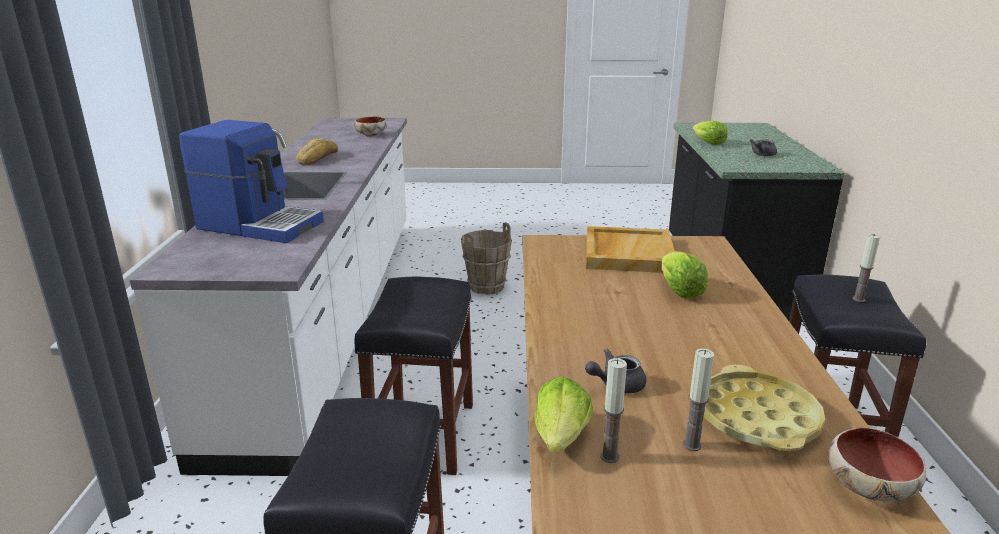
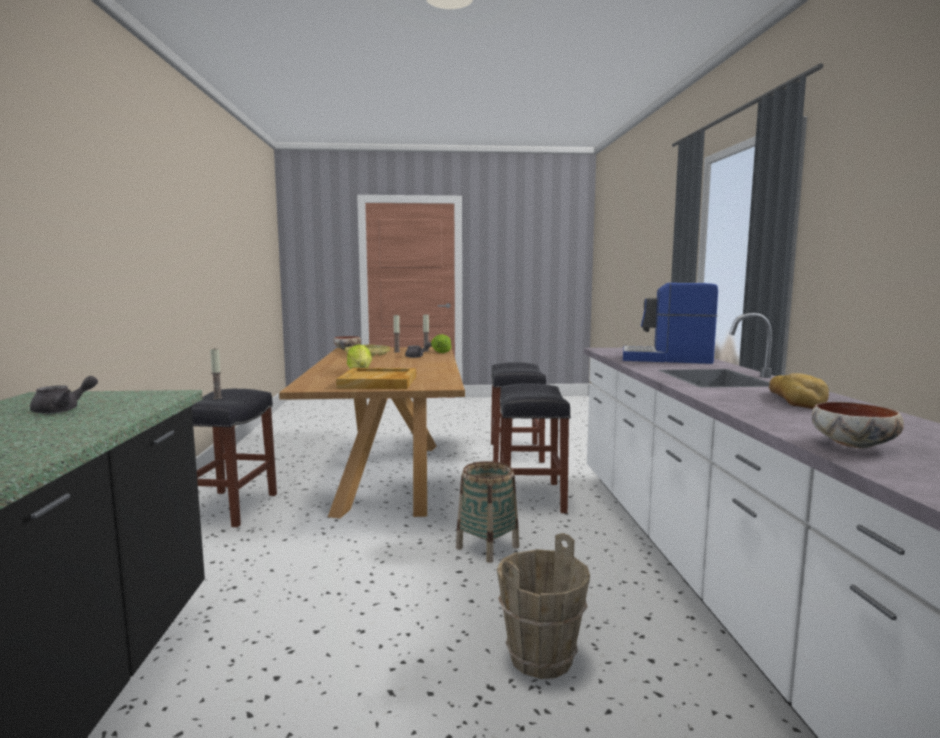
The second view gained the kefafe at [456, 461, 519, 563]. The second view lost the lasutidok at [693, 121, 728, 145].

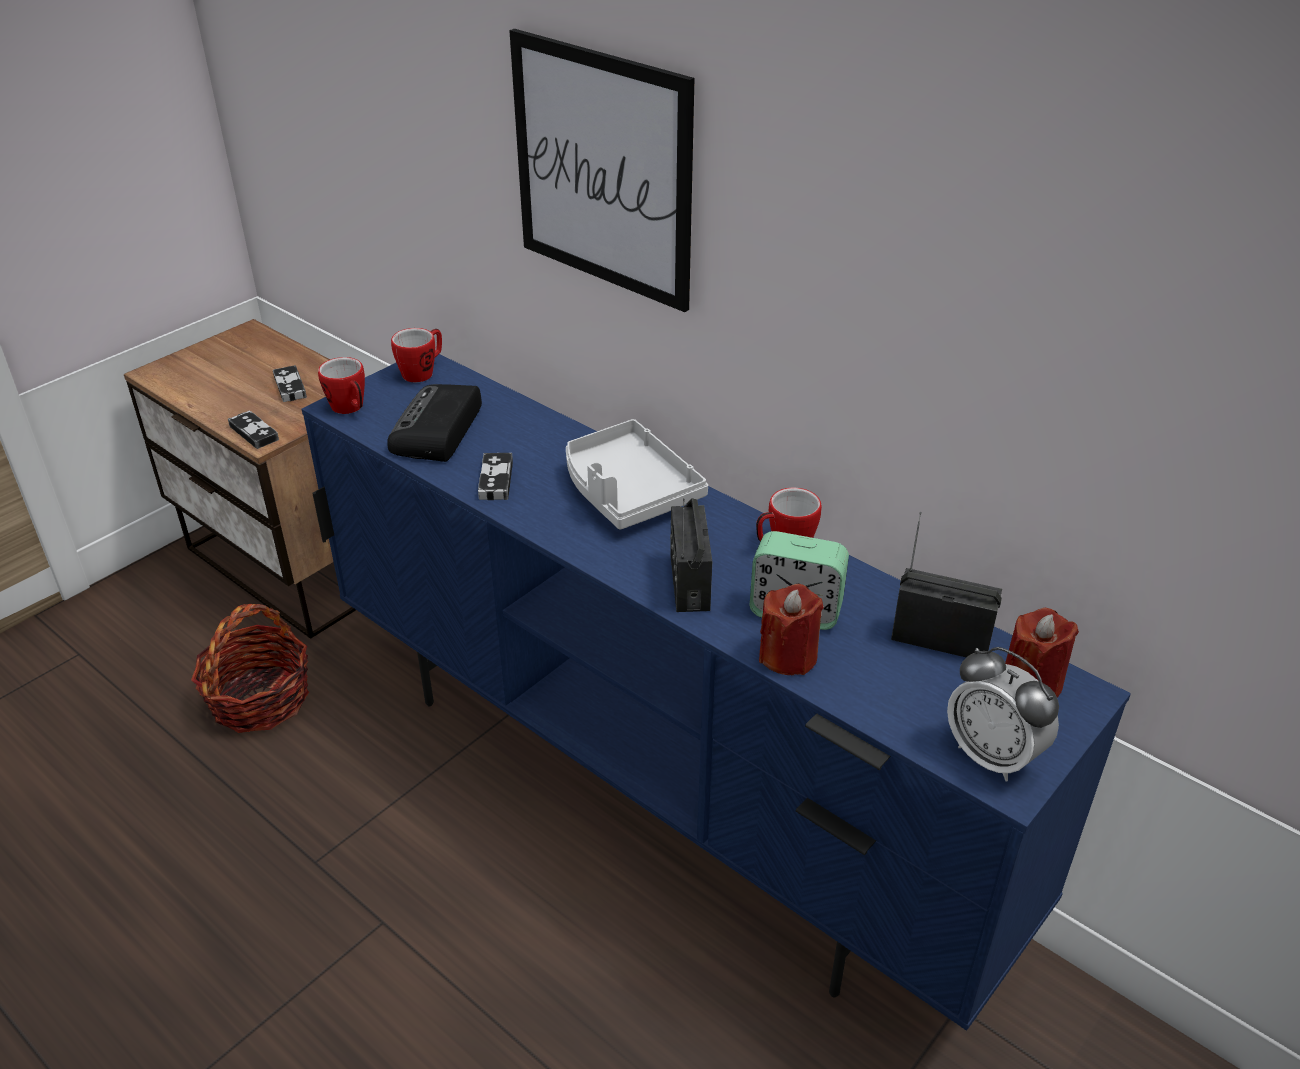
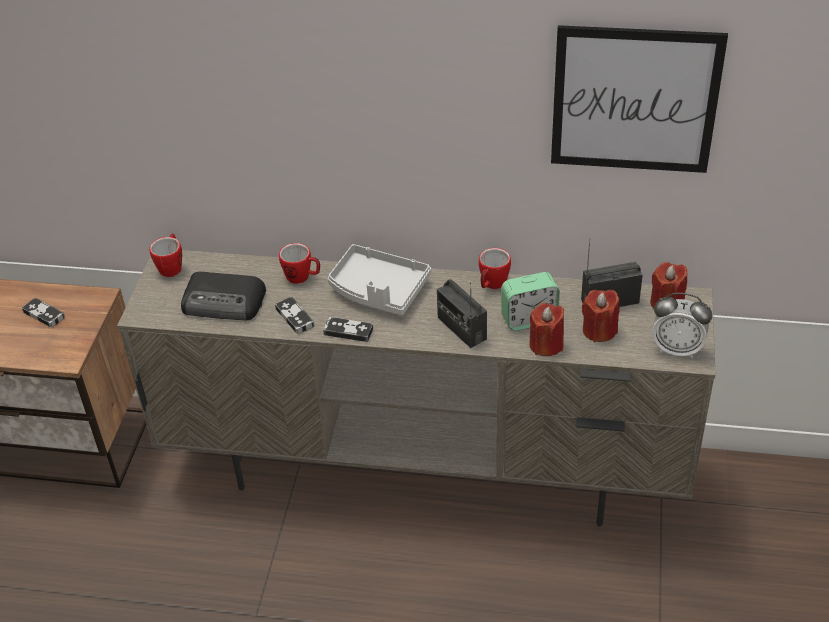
What was the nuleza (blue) at [301, 354, 1131, 1031] turned into the nuleza (beige) at [117, 250, 715, 527]. The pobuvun at [387, 384, 482, 462] ended up facing another way, 60 degrees counterclockwise from before. The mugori ended up elsewhere, having gone from [318, 357, 365, 414] to [279, 243, 320, 284]. The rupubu ended up elsewhere, having gone from [228, 411, 279, 449] to [323, 317, 373, 342]. The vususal ended up elsewhere, having gone from [509, 29, 695, 312] to [551, 25, 728, 173]. The second view gained the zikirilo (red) at [582, 290, 620, 342]. The second view lost the kefafe at [191, 604, 309, 733].

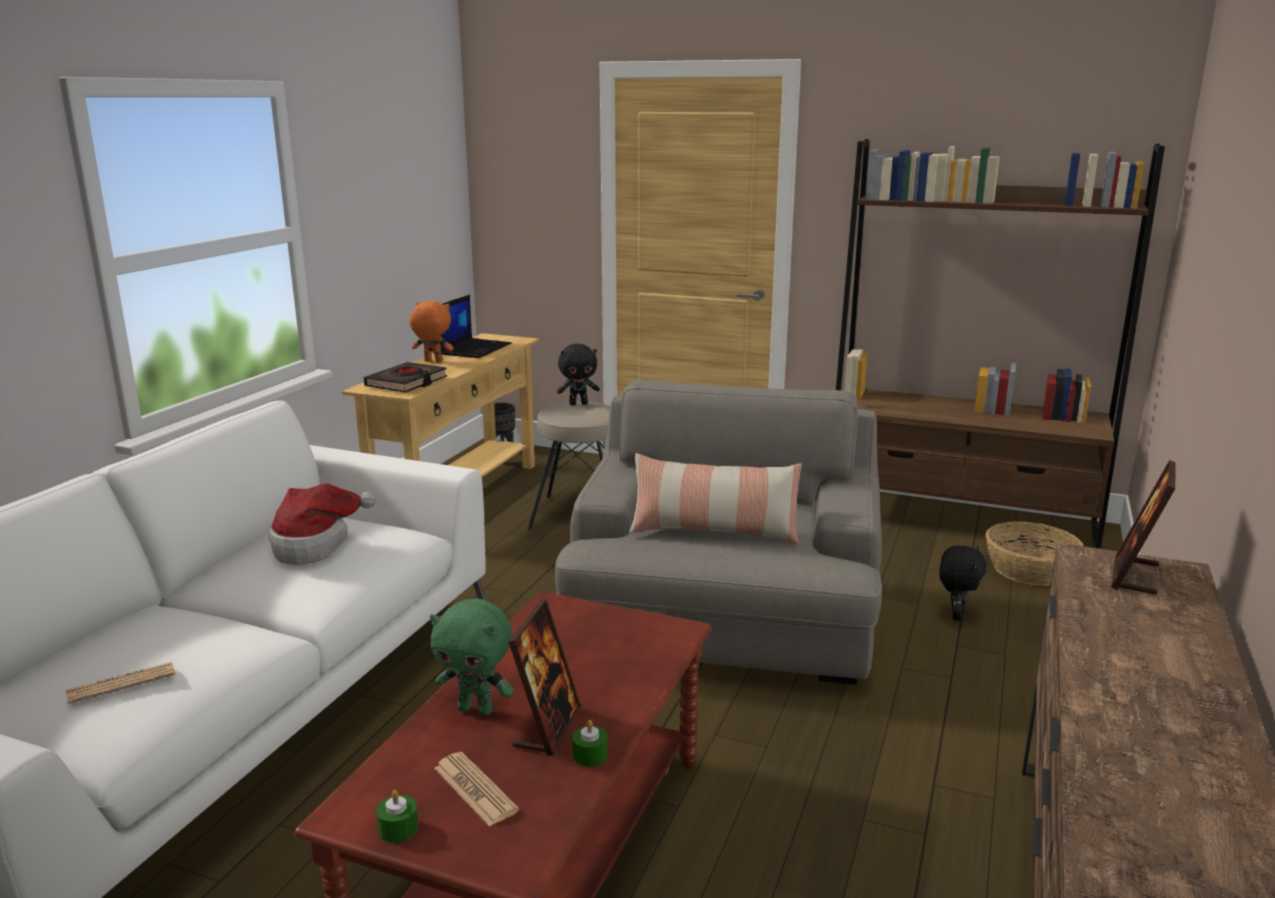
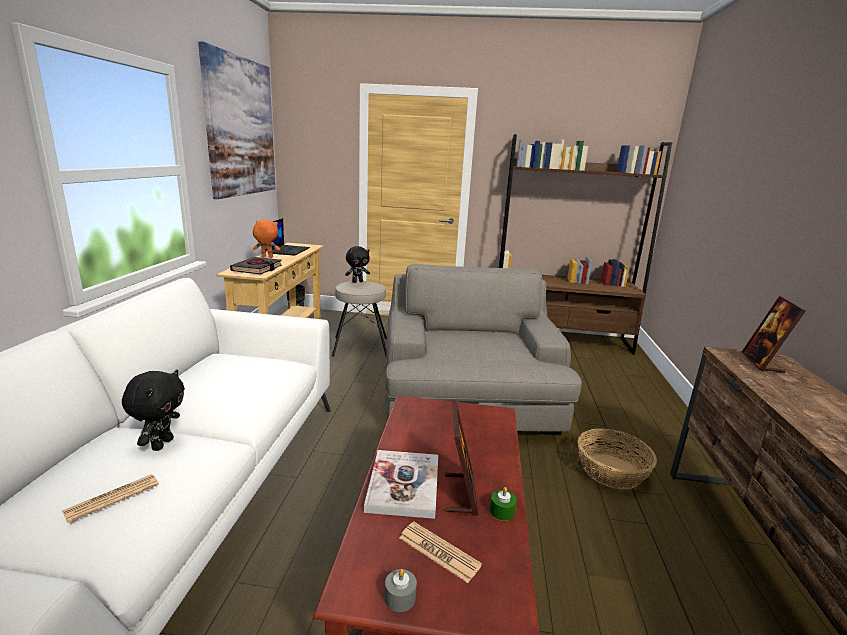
The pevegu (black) ended up elsewhere, having gone from [939, 545, 986, 621] to [122, 370, 185, 451]. The second view gained the vususal at [198, 41, 276, 199]. Where the pevegu (green) stood at [430, 599, 514, 716], the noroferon came to stand at [364, 450, 438, 519]. What was the zikirilo (green) at [376, 790, 418, 843] turned into the zikirilo (grey) at [385, 569, 417, 612]. The kefafe ended up elsewhere, having gone from [985, 521, 1084, 586] to [578, 428, 657, 489]. The second view lost the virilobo at [268, 483, 376, 565]. The second view lost the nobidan at [629, 453, 802, 544].

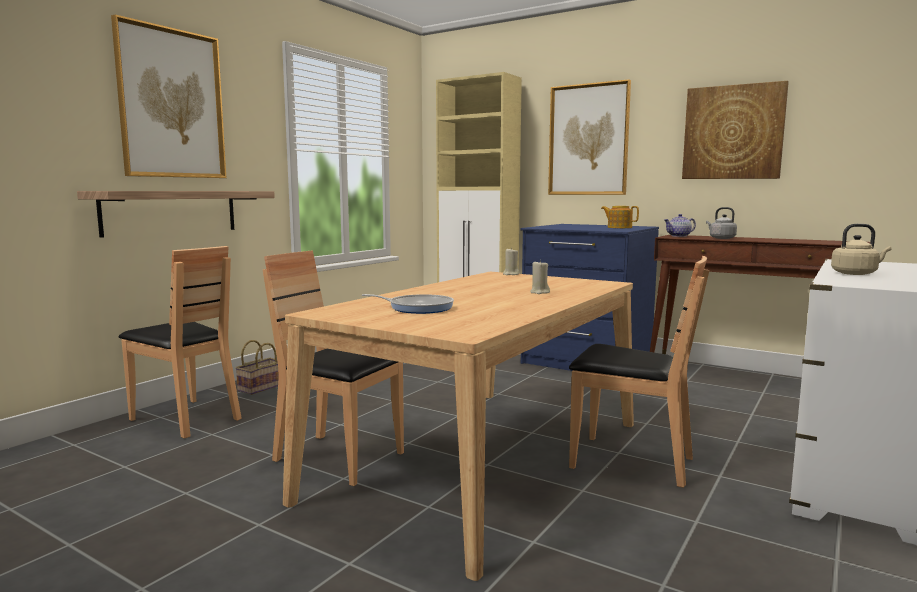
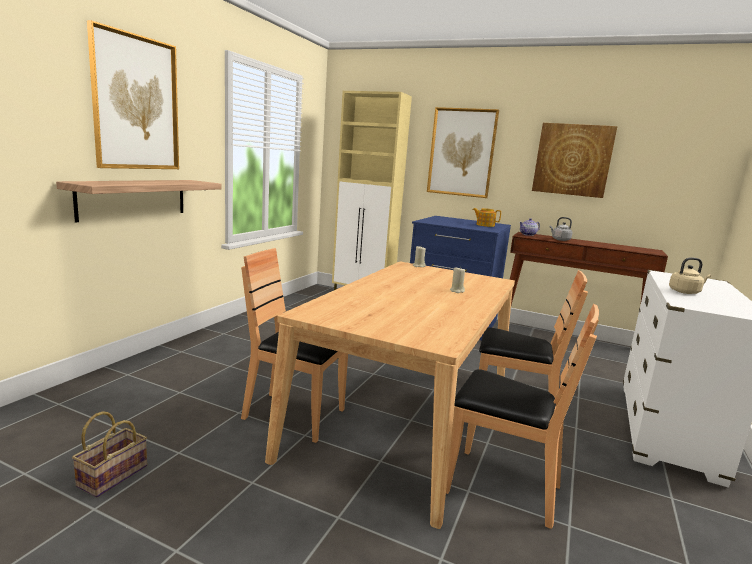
The kefafe ended up elsewhere, having gone from [235, 340, 279, 395] to [72, 411, 147, 497]. The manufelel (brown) ended up elsewhere, having gone from [119, 246, 242, 439] to [446, 304, 599, 529]. The second view lost the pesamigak at [362, 294, 454, 314].

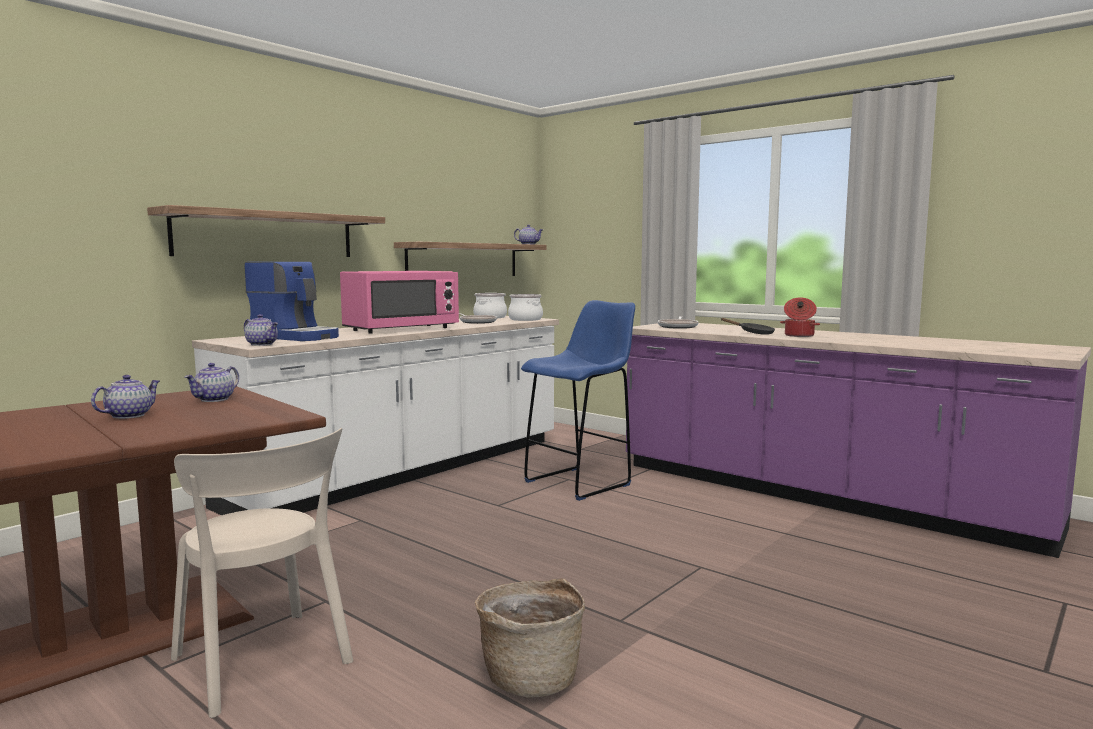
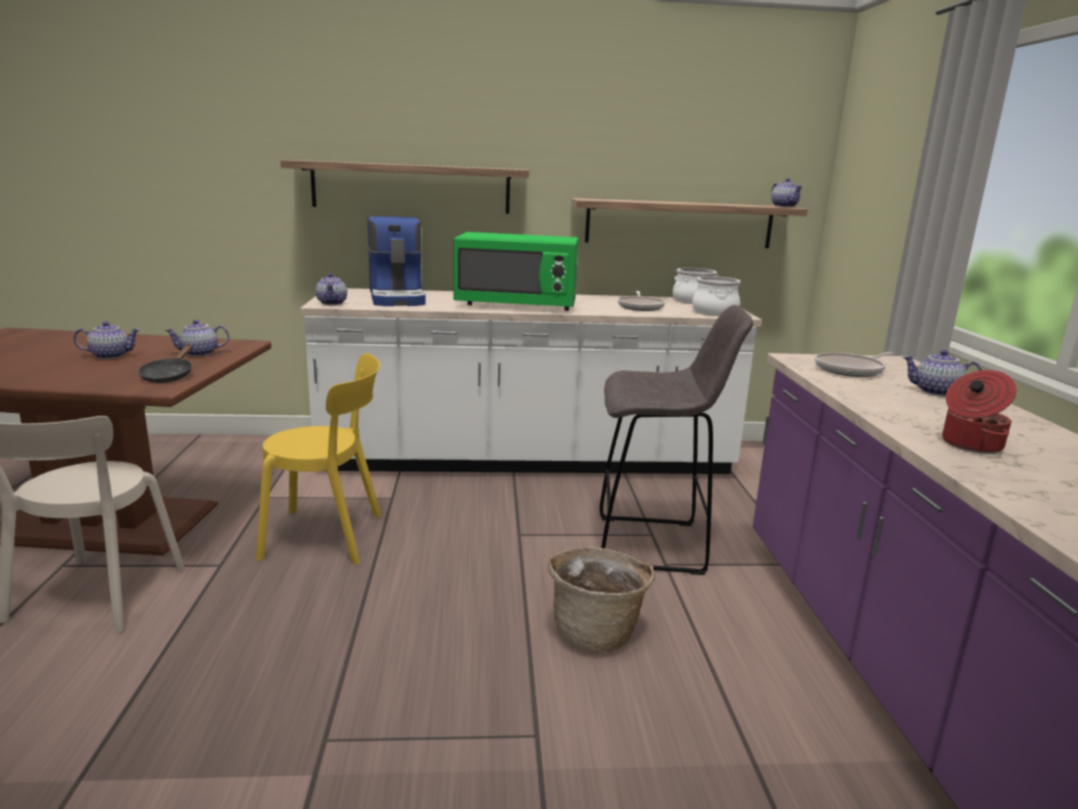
The pesamigak (black) ended up elsewhere, having gone from [721, 318, 775, 335] to [138, 345, 192, 383]. The second view gained the manufelel (yellow) at [256, 353, 382, 565]. What was the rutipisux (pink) at [340, 271, 459, 334] turned into the rutipisux (green) at [453, 232, 578, 311]. The kefafe ended up elsewhere, having gone from [475, 578, 585, 698] to [547, 547, 654, 652]. What was the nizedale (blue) at [521, 300, 635, 501] turned into the nizedale (grey) at [600, 305, 753, 575]. The second view gained the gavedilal at [903, 350, 982, 396].

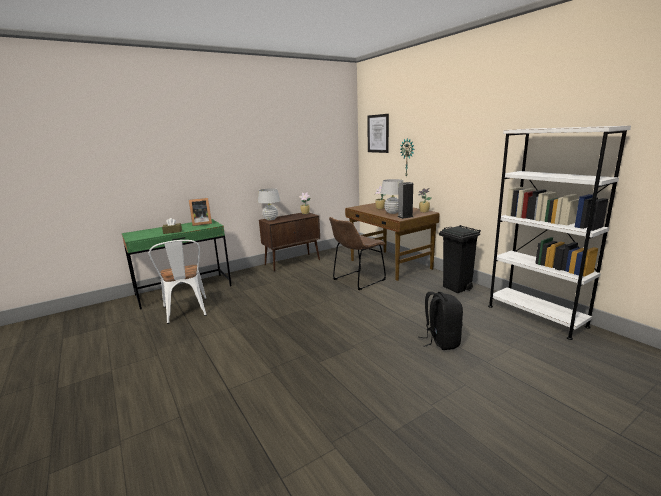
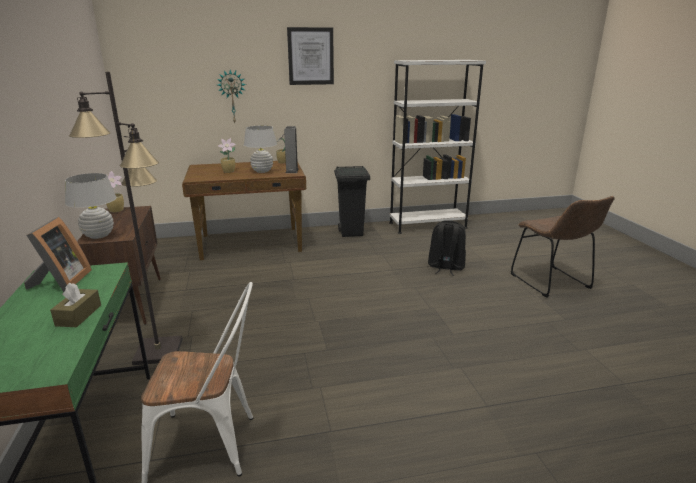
The second view gained the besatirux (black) at [69, 72, 183, 365]. The vususal ended up elsewhere, having gone from [367, 114, 389, 153] to [287, 27, 334, 85]. The manufelel (brown) ended up elsewhere, having gone from [329, 217, 386, 290] to [511, 196, 615, 298].

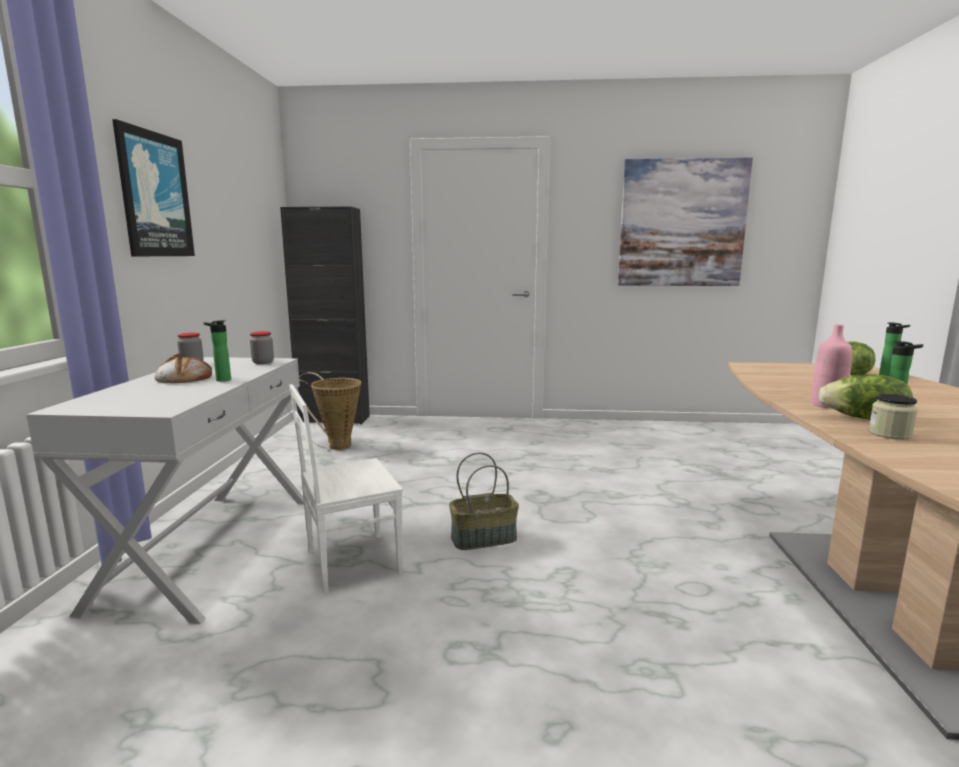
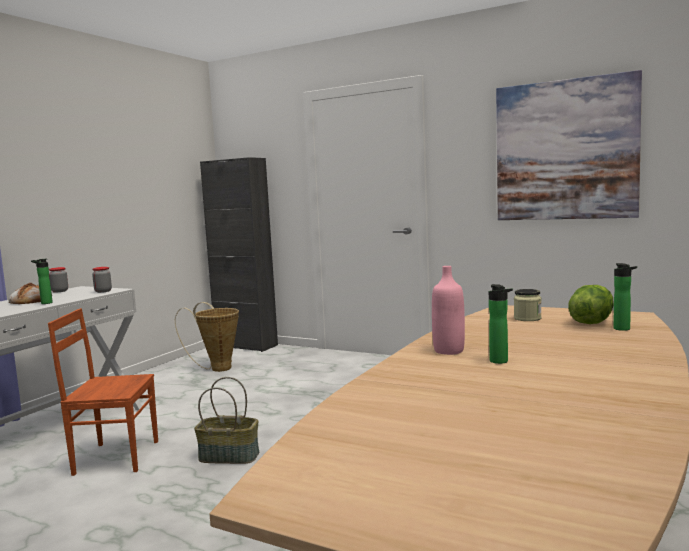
What was the manufelel (white) at [289, 384, 403, 594] turned into the manufelel (brown) at [48, 308, 158, 476]. The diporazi ended up elsewhere, having gone from [868, 393, 918, 440] to [514, 289, 542, 321]. The second view lost the vususal at [112, 119, 195, 256]. The second view lost the lasutidok at [819, 375, 913, 420].

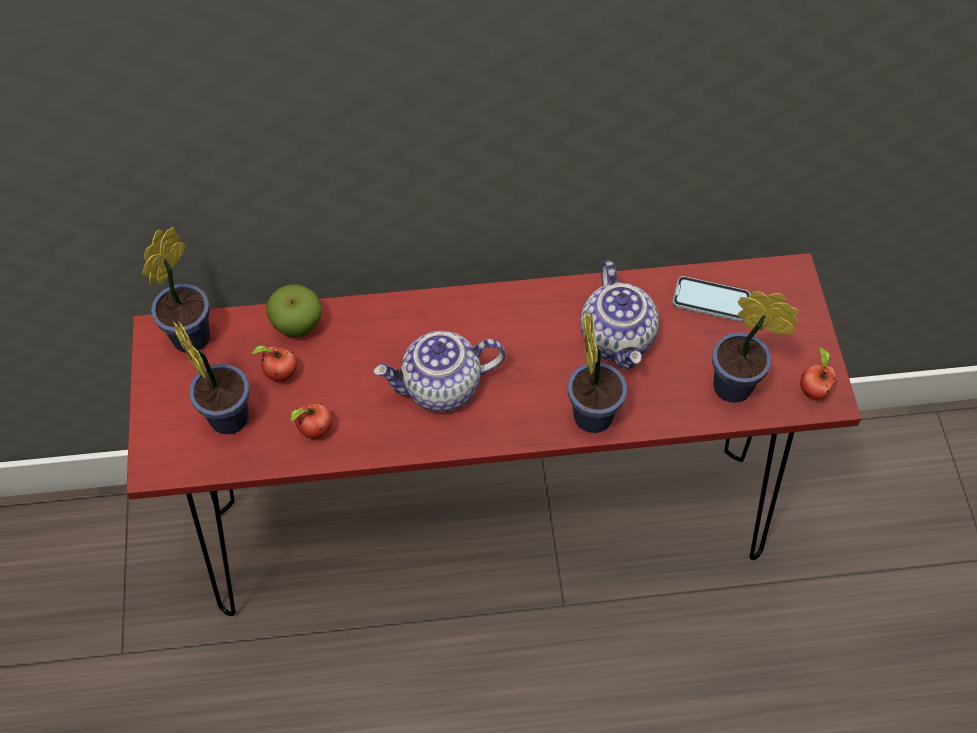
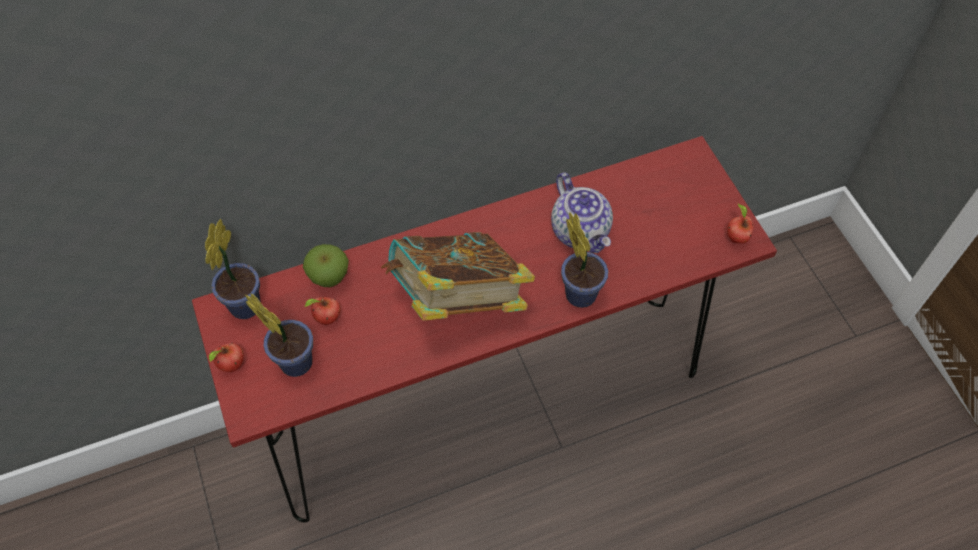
The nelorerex ended up elsewhere, having gone from [291, 404, 332, 439] to [209, 343, 244, 372]. Where the gavedilal stood at [373, 331, 505, 412], the noroferon came to stand at [381, 232, 535, 321]. The second view lost the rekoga at [673, 276, 751, 321]. The second view lost the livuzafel at [712, 291, 799, 403].

